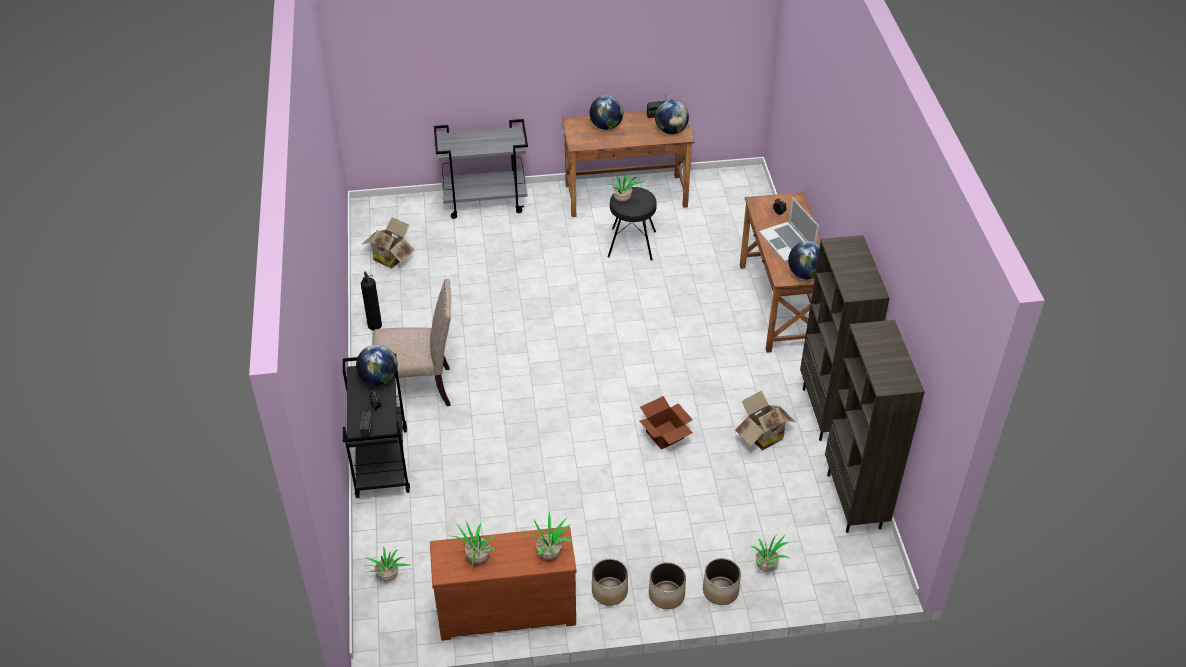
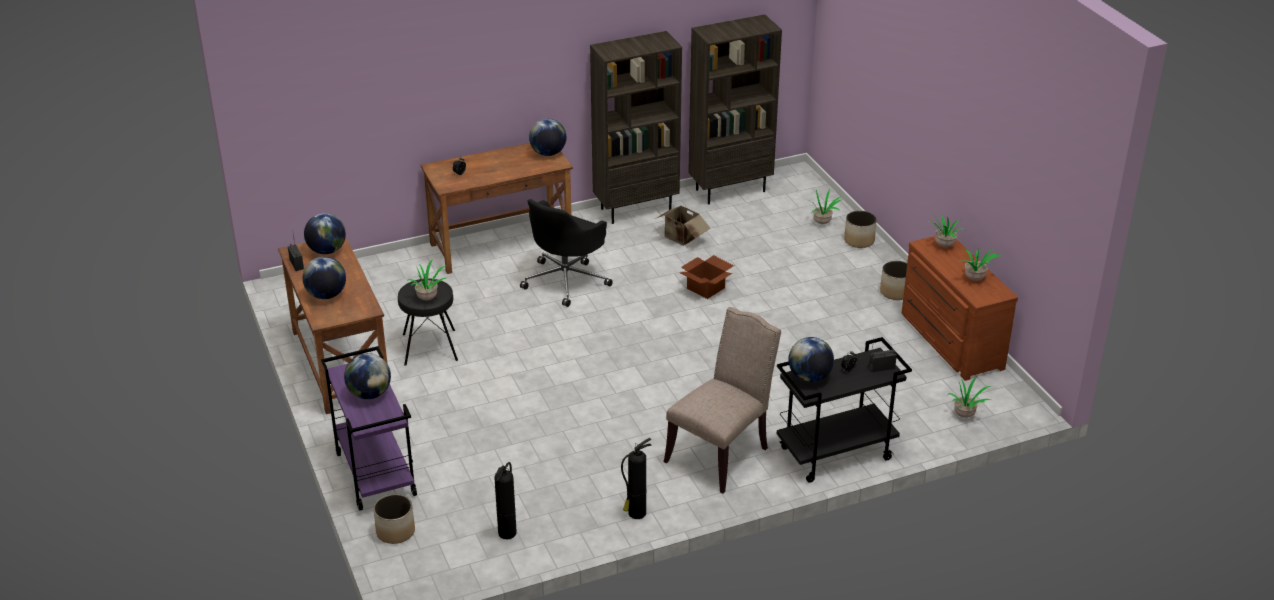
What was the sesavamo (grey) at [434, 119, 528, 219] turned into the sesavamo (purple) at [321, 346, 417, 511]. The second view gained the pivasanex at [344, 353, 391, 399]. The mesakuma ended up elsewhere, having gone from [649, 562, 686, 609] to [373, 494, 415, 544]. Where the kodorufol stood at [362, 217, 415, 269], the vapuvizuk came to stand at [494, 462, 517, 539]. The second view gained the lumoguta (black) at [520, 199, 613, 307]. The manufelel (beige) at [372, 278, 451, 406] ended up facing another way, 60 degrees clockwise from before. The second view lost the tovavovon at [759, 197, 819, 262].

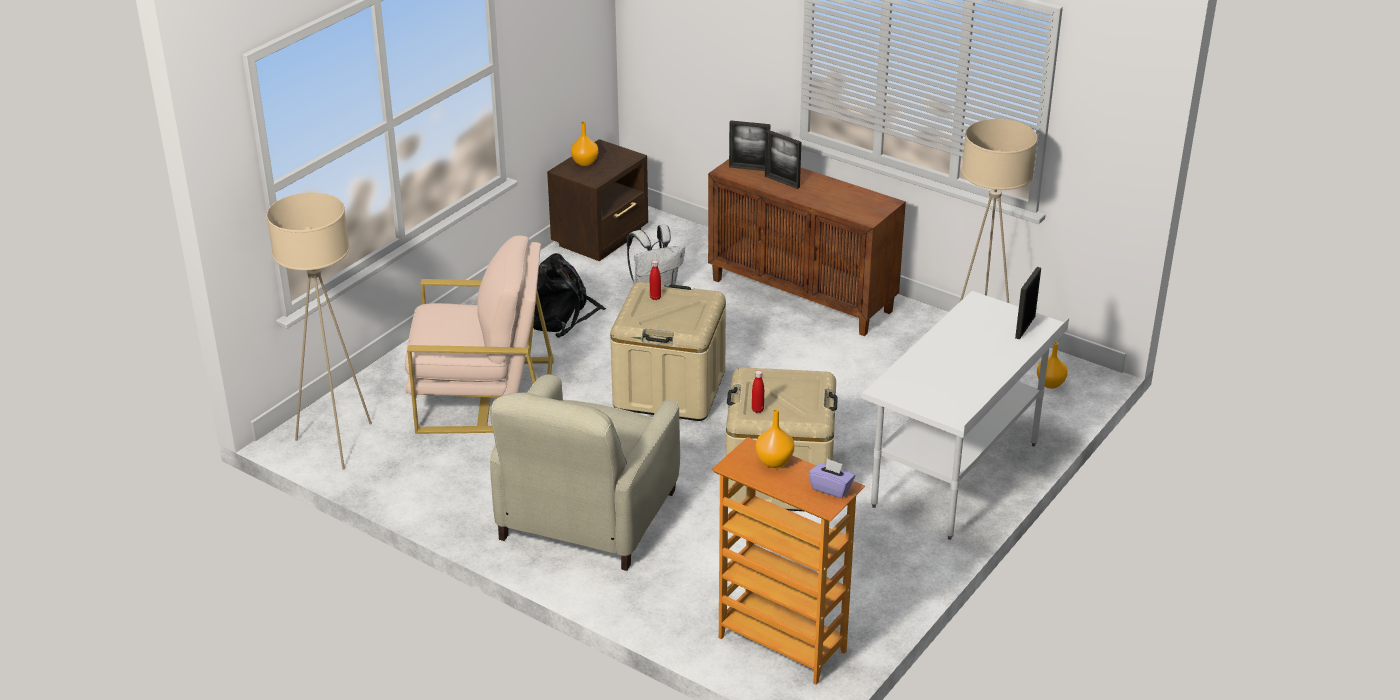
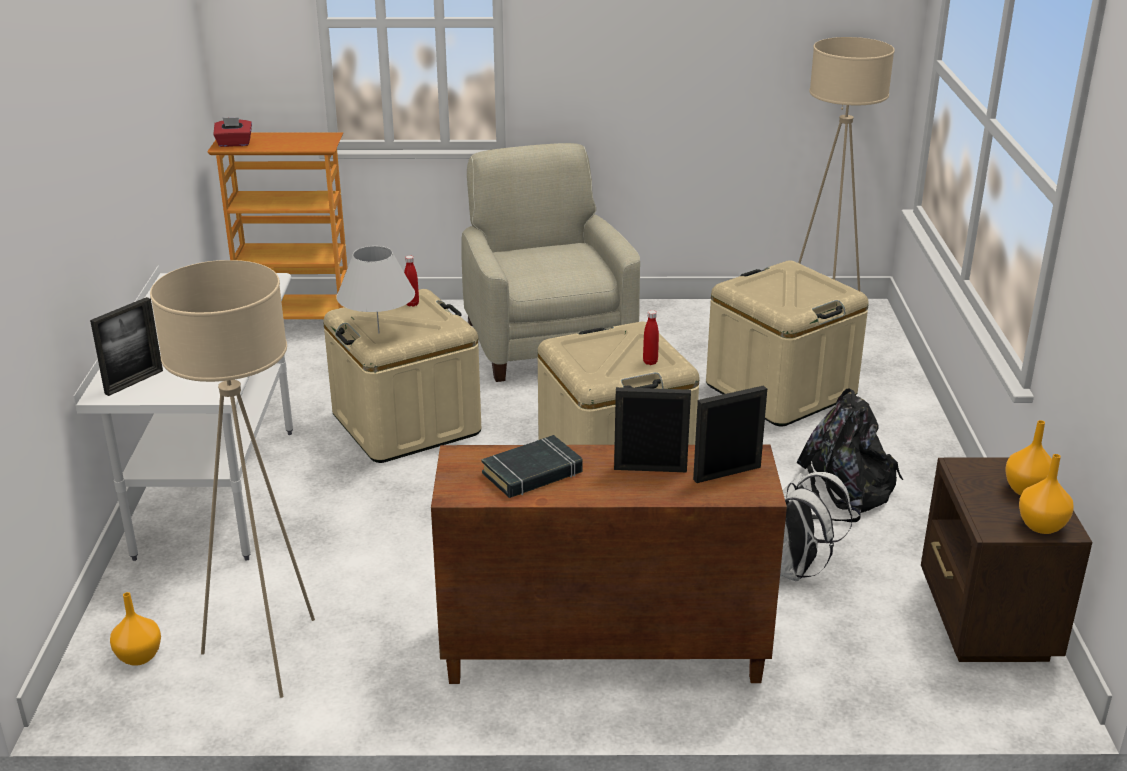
The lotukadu at [1015, 267, 1041, 339] ended up facing another way, 45 degrees clockwise from before. What was the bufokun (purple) at [809, 459, 855, 498] turned into the bufokun (red) at [213, 118, 252, 147]. The second view gained the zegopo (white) at [337, 246, 415, 333]. The second view gained the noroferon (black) at [481, 435, 583, 498]. Where the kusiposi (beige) stood at [405, 235, 554, 434], the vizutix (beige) came to stand at [706, 260, 869, 426]. The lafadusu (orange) ended up elsewhere, having gone from [756, 409, 795, 468] to [1019, 454, 1074, 534].

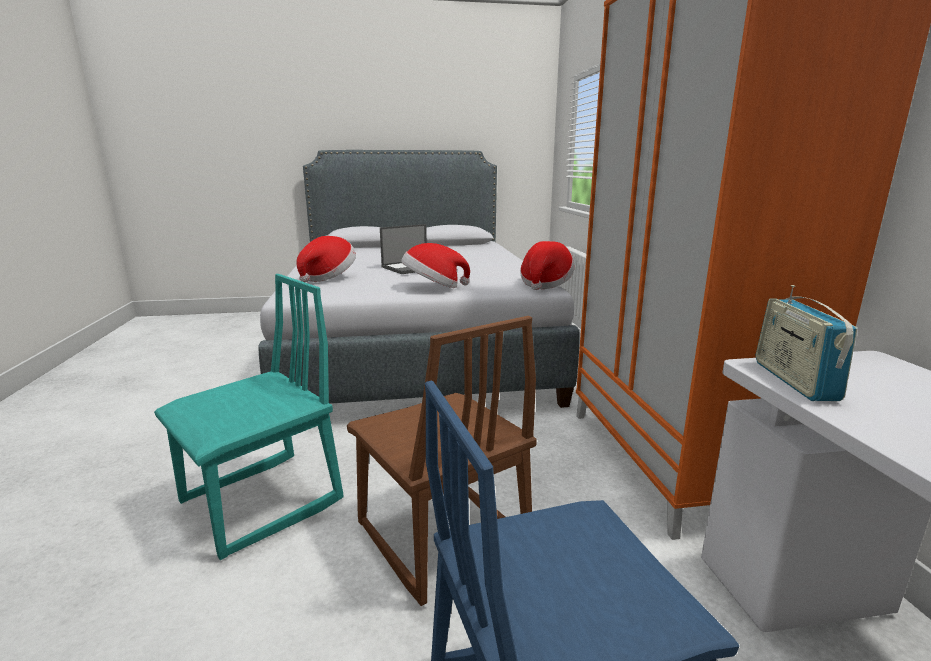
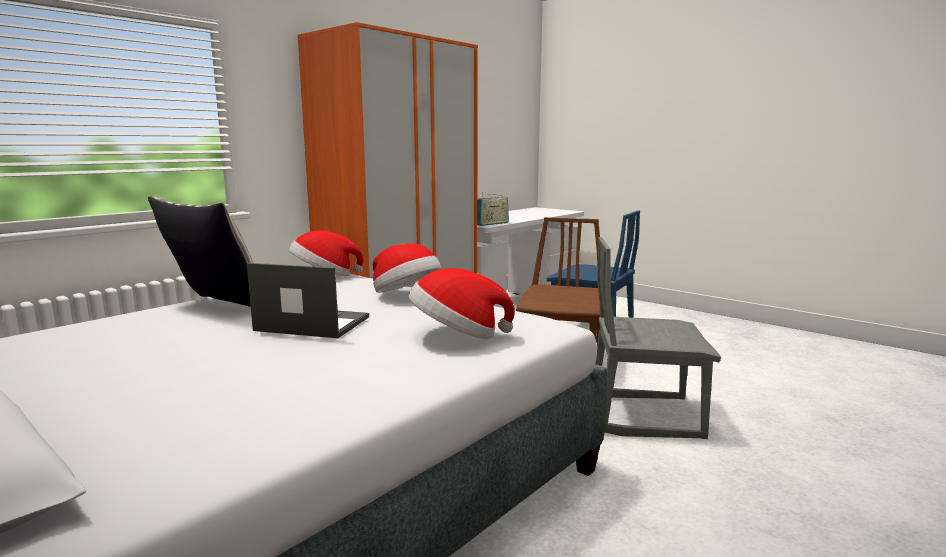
The second view gained the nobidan at [148, 196, 253, 307]. What was the manufelel (turquoise) at [154, 274, 344, 560] turned into the manufelel (grey) at [595, 237, 721, 439].

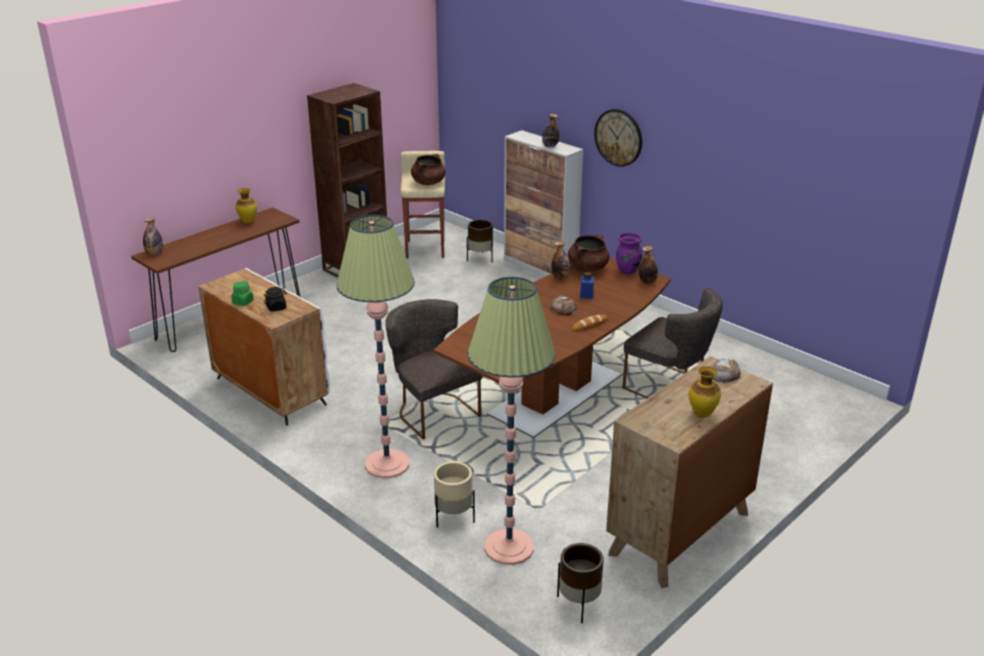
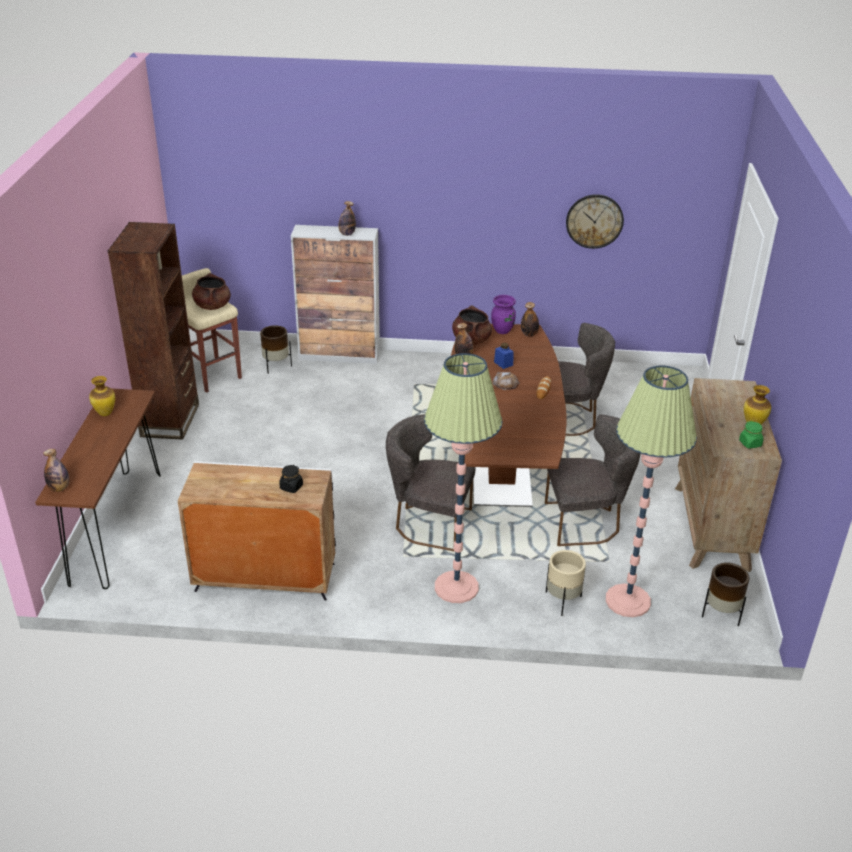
The second view gained the manufelel (grey) at [545, 414, 641, 546]. The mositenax ended up elsewhere, having gone from [594, 109, 642, 167] to [566, 194, 624, 249]. The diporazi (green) ended up elsewhere, having gone from [231, 281, 254, 306] to [739, 421, 764, 449]. The second view lost the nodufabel at [711, 359, 741, 383].

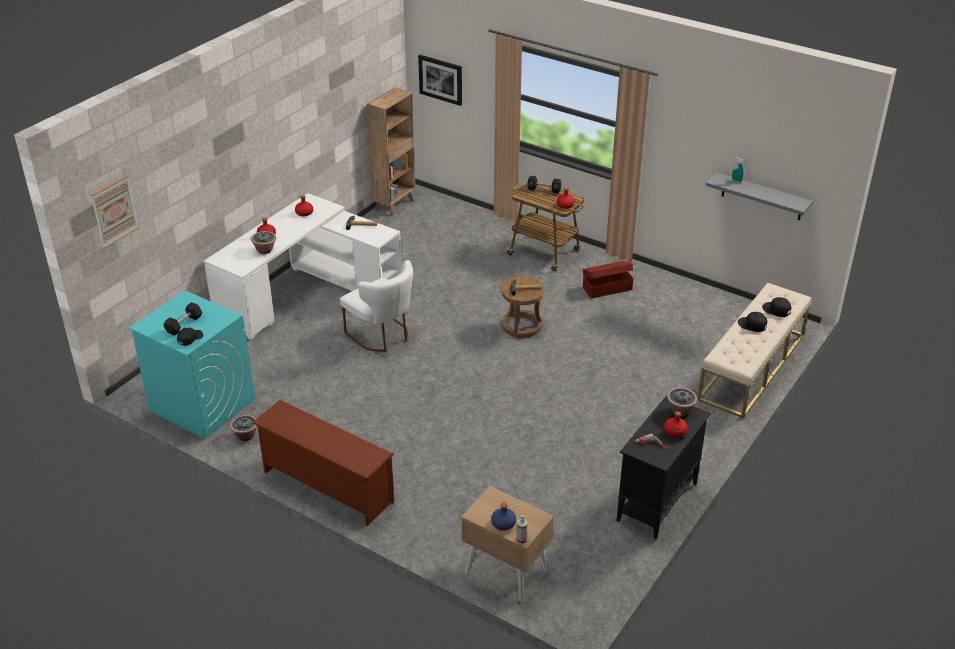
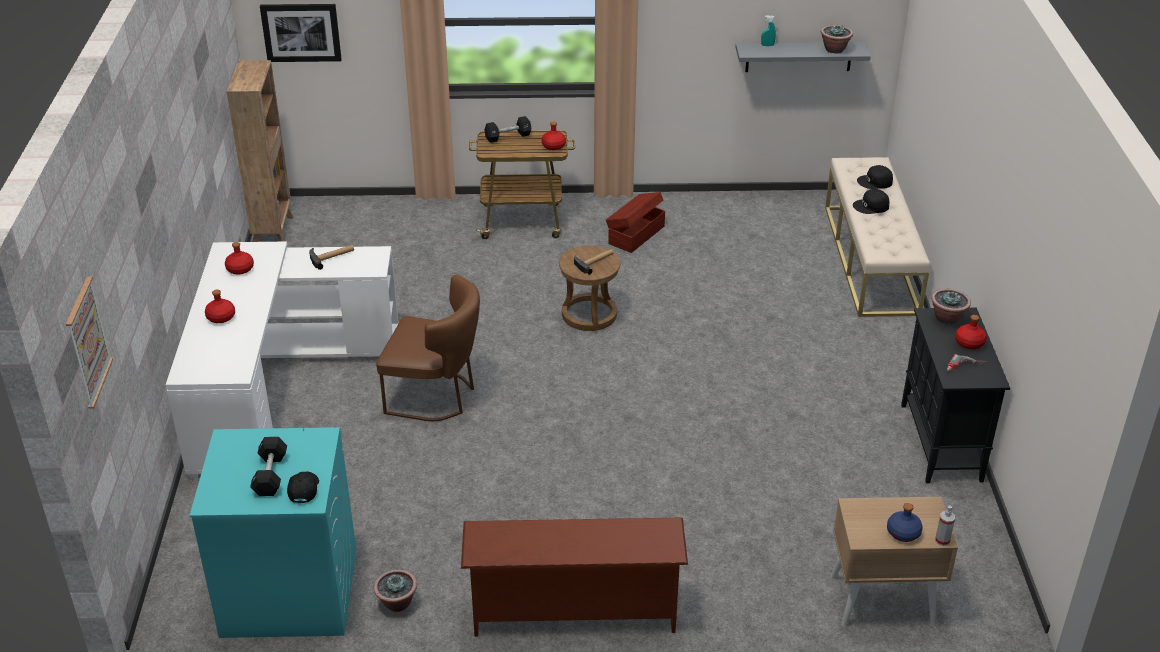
What was the manufelel (white) at [340, 260, 413, 352] turned into the manufelel (brown) at [376, 274, 480, 421]. The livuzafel ended up elsewhere, having gone from [251, 231, 276, 254] to [821, 25, 853, 54].

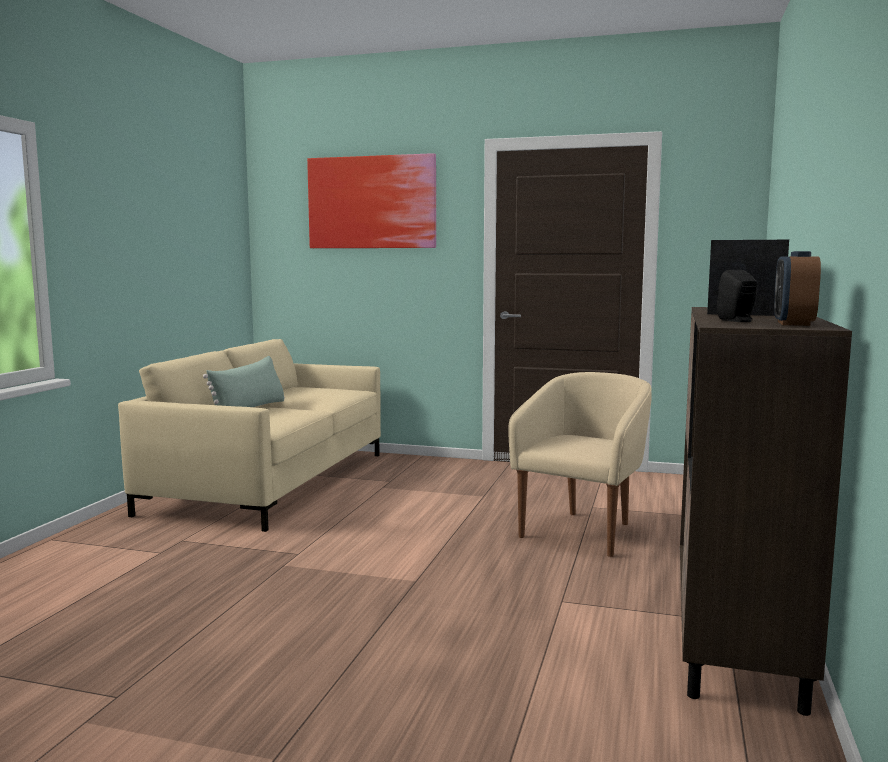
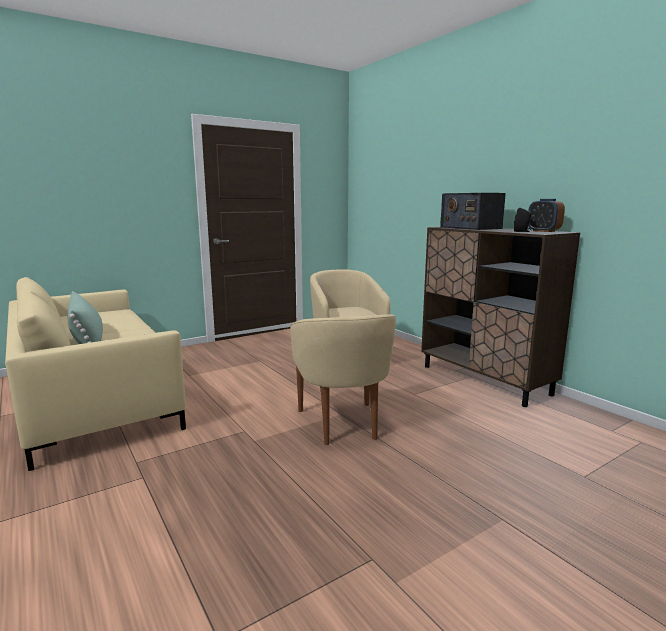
The second view gained the kusiposi (beige) at [290, 314, 396, 445]. The second view lost the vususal at [307, 153, 436, 248].

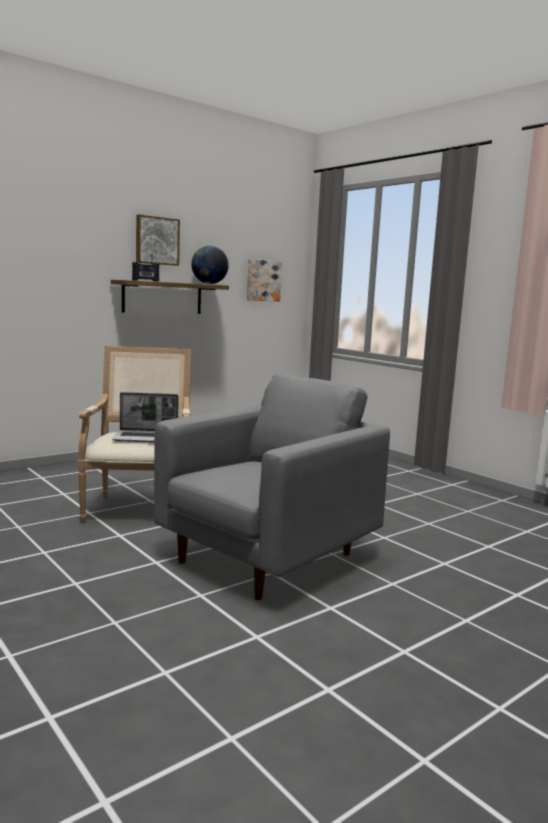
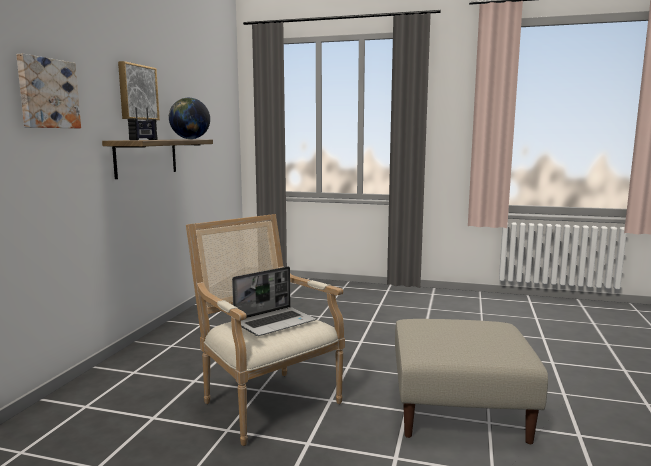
The vususal ended up elsewhere, having gone from [247, 259, 282, 302] to [16, 54, 81, 128]. Where the kusiposi (grey) stood at [154, 374, 390, 600], the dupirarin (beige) came to stand at [395, 319, 548, 444].

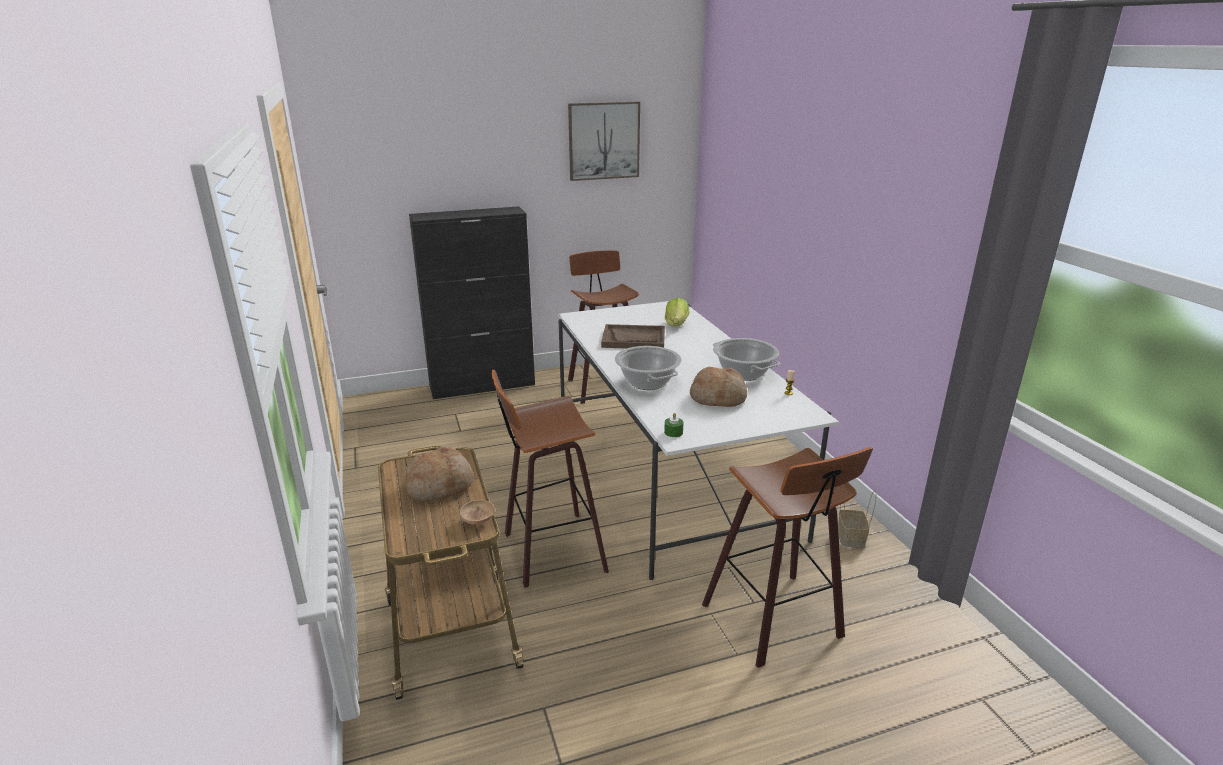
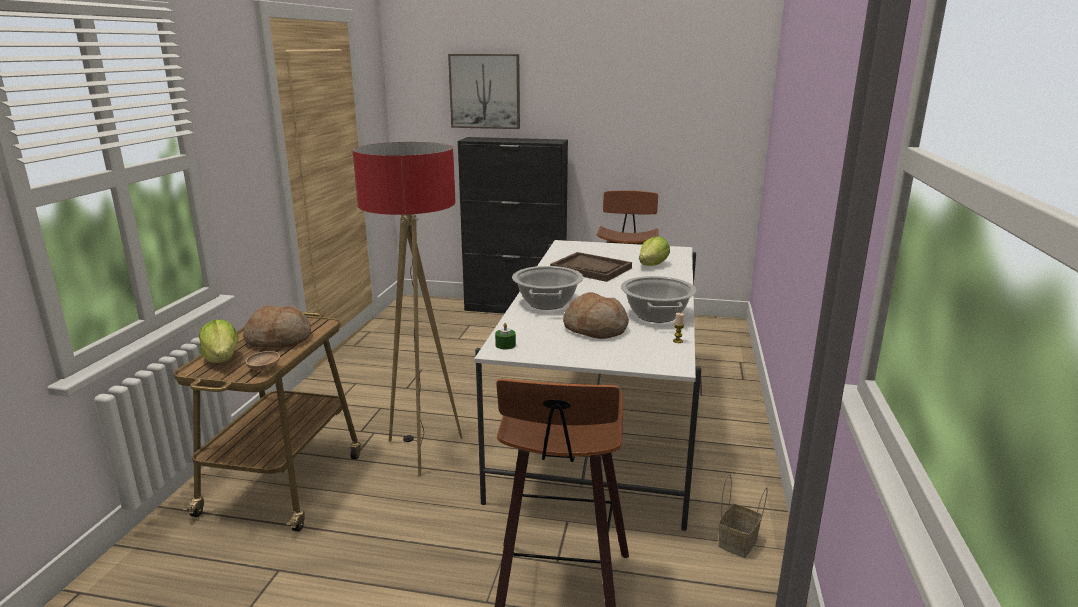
The second view gained the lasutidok at [199, 319, 238, 363]. Where the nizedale stood at [492, 370, 609, 588], the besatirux came to stand at [353, 142, 463, 476]. The vususal ended up elsewhere, having gone from [568, 102, 640, 181] to [448, 54, 520, 129].

